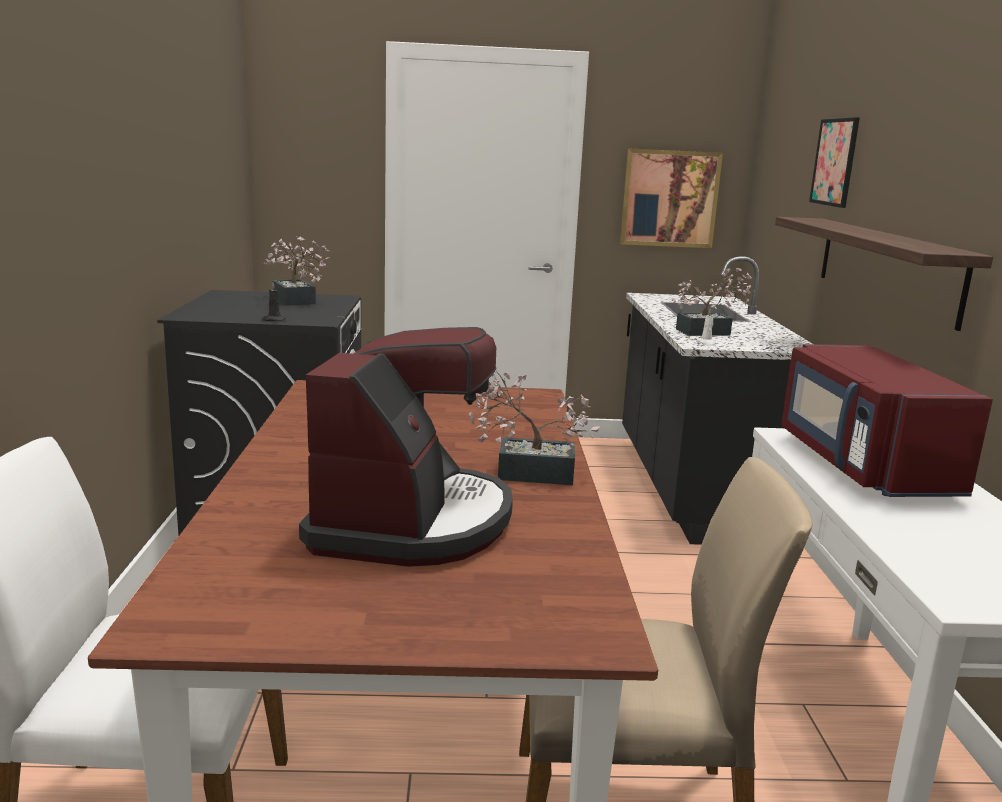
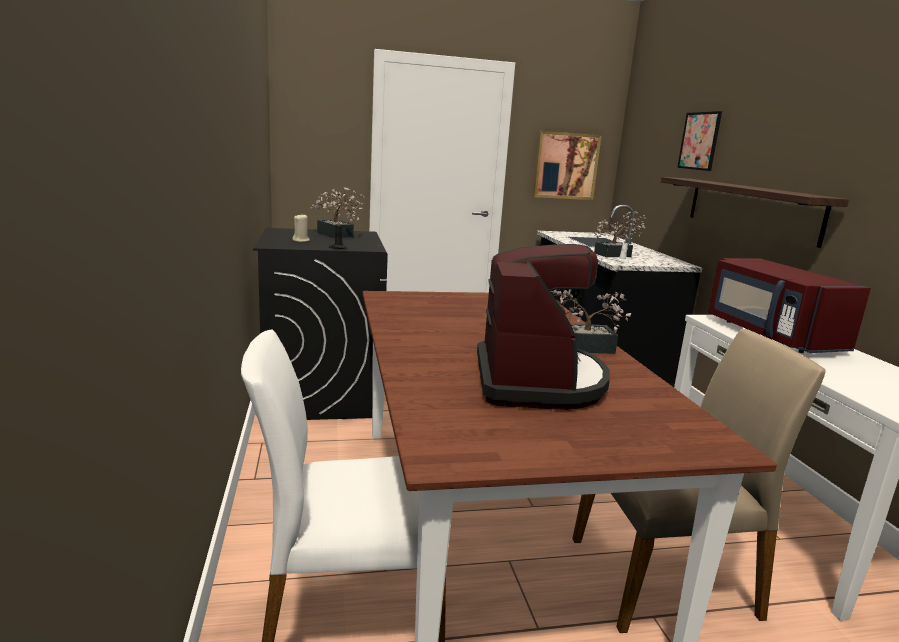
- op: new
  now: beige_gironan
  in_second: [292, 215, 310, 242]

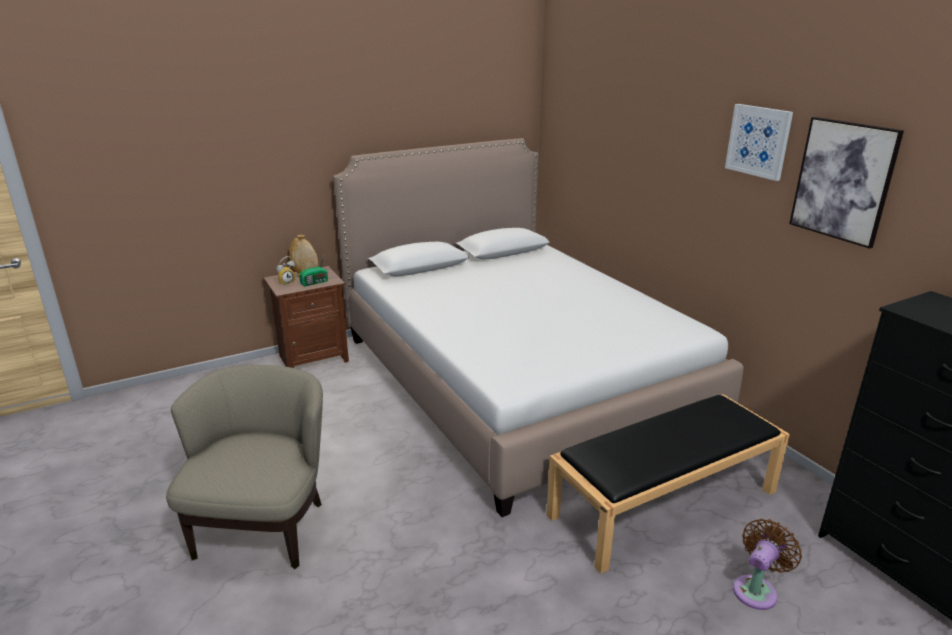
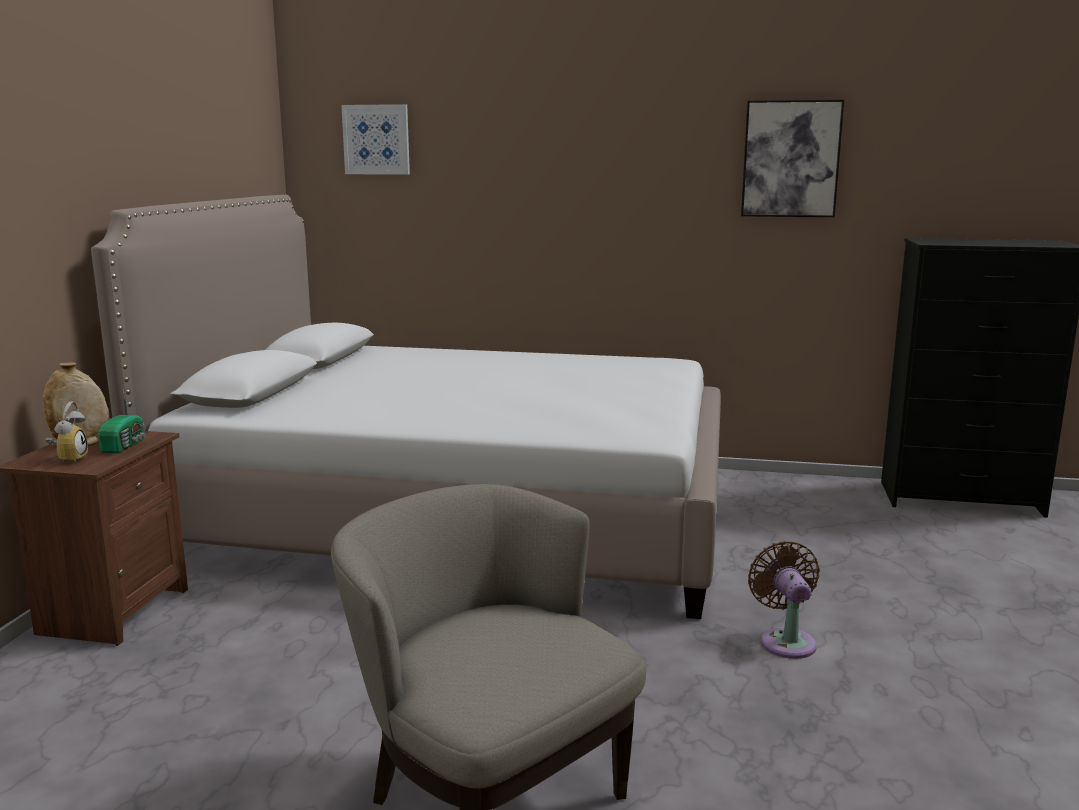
- op: shifted
  was: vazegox
  in_first: [725, 104, 793, 181]
  in_second: [341, 104, 410, 175]
- op: shifted
  was: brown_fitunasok
  in_first: [733, 519, 802, 610]
  in_second: [748, 541, 820, 659]
- op: gone
  was: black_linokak
  in_first: [546, 394, 790, 574]

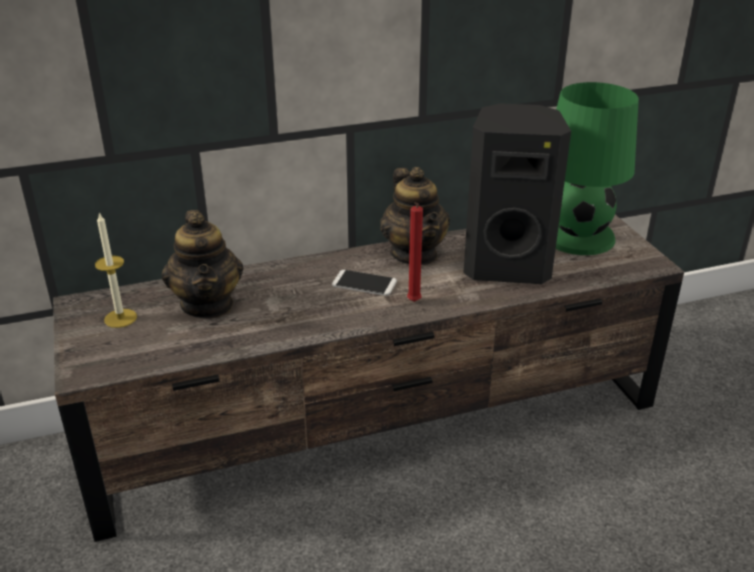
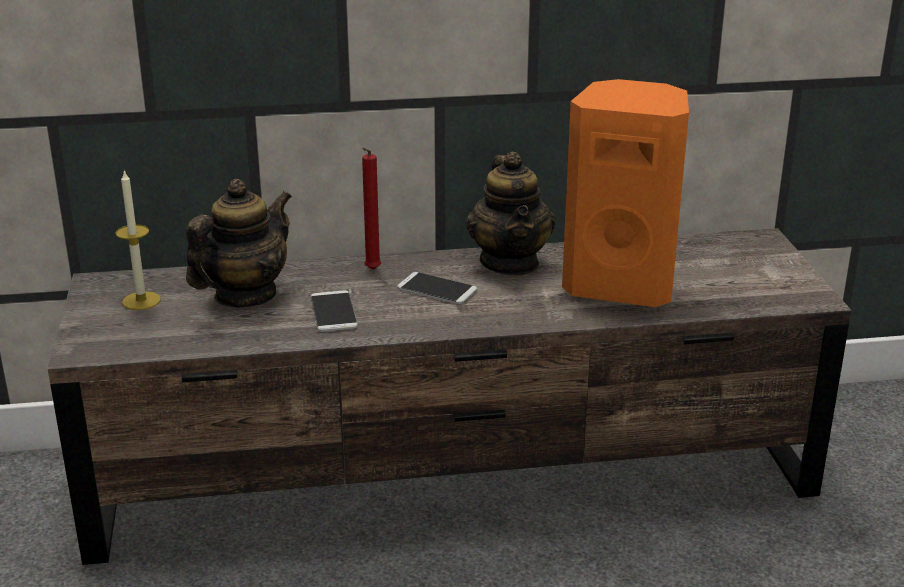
- op: rotated
  was: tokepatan
  in_first: [162, 210, 243, 319]
  in_second: [186, 179, 292, 307]
  clockwise: -135
- op: new
  now: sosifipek
  in_second: [311, 290, 358, 332]
- op: shifted
  was: red_gironan
  in_first: [407, 202, 423, 302]
  in_second: [362, 148, 381, 270]
- op: repainted
  was: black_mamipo
  now: orange_mamipo
  in_first: [463, 103, 571, 284]
  in_second: [562, 79, 689, 307]
- op: gone
  was: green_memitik
  in_first: [556, 82, 639, 255]

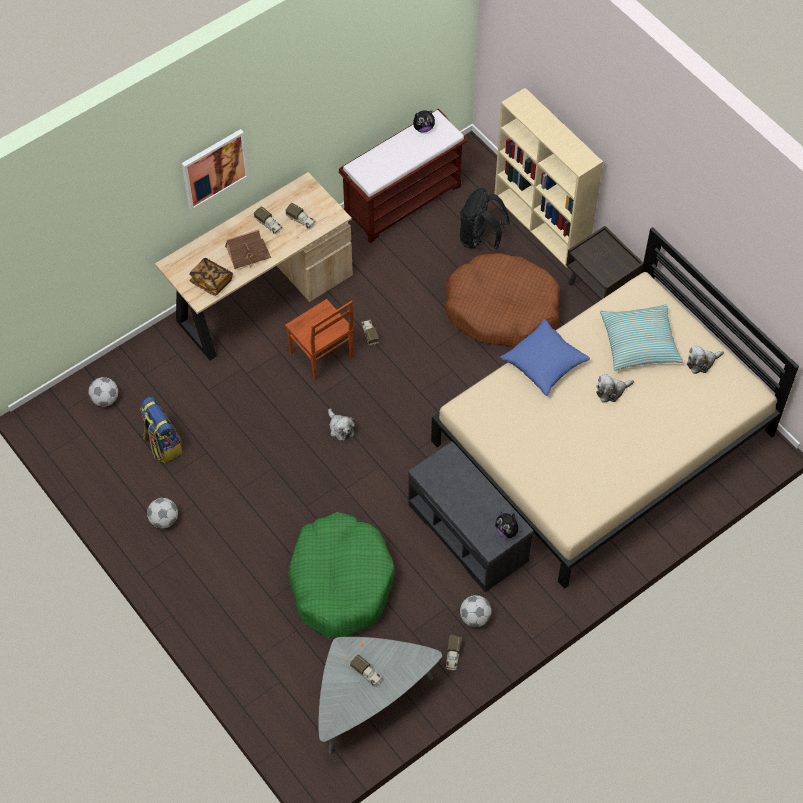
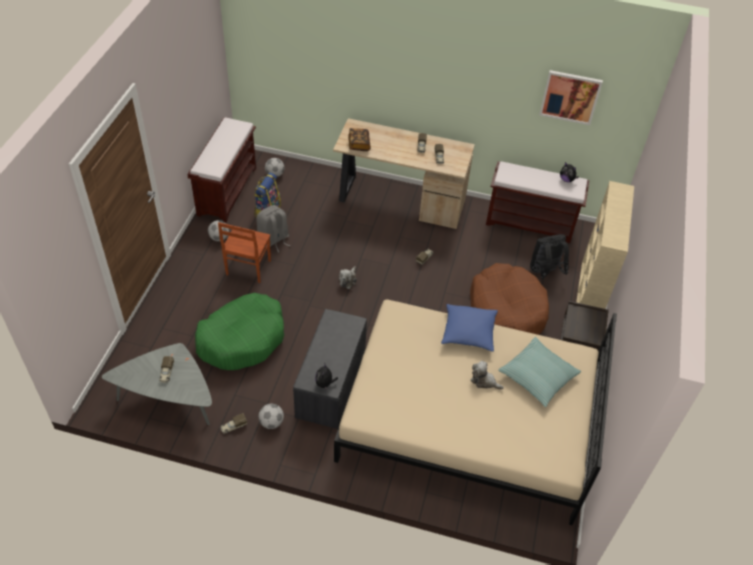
- op: new
  now: brown_linokak
  in_second: [187, 118, 256, 223]
- op: shifted
  was: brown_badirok
  in_first: [285, 299, 353, 381]
  in_second: [218, 222, 271, 283]
- op: new
  now: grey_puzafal
  in_second: [256, 205, 290, 253]
- op: shifted
  was: vazegox
  in_first: [182, 129, 249, 210]
  in_second: [539, 70, 603, 125]
- op: gone
  was: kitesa
  in_first: [225, 229, 271, 269]
- op: gone
  was: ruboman
  in_first: [687, 345, 724, 374]

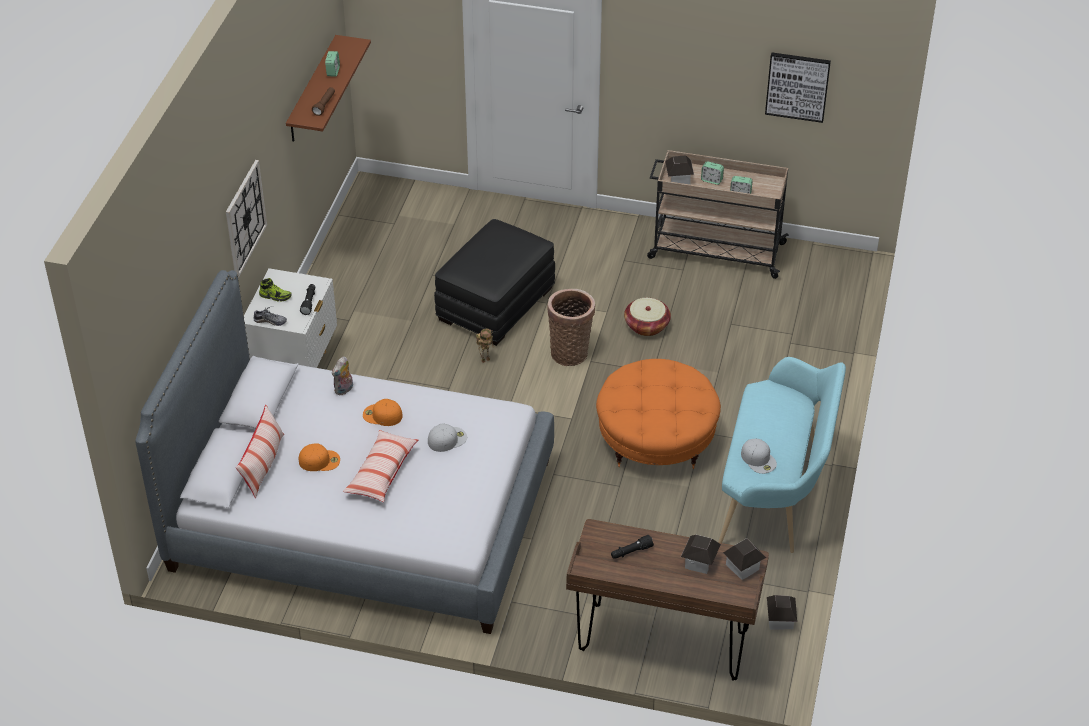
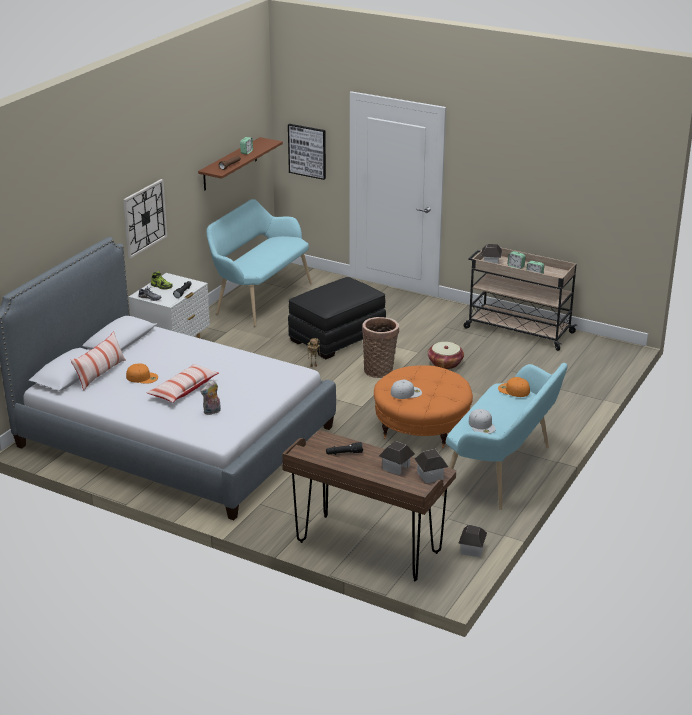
- op: shifted
  was: ruboman
  in_first: [332, 356, 353, 395]
  in_second: [200, 380, 221, 415]
- op: new
  now: turquoise_linokak
  in_second: [206, 199, 312, 327]
- op: shifted
  was: vazegox
  in_first: [765, 52, 831, 123]
  in_second: [288, 124, 326, 180]
- op: shifted
  was: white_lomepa
  in_first: [428, 424, 467, 452]
  in_second: [391, 380, 422, 399]
- op: shifted
  was: orange_lomepa
  in_first: [363, 399, 403, 426]
  in_second: [498, 377, 530, 397]

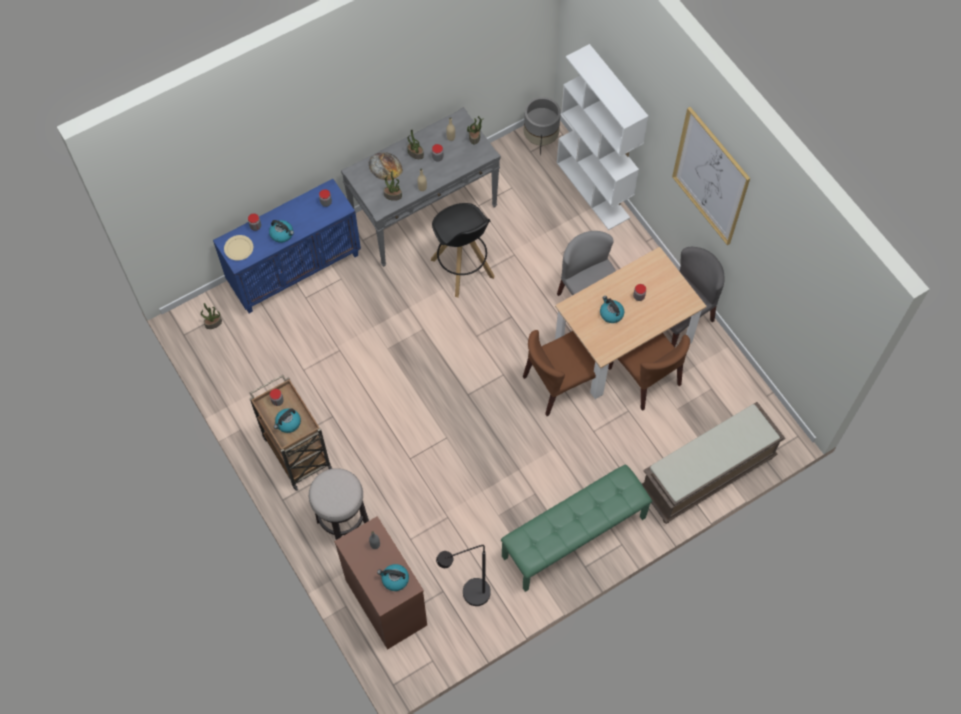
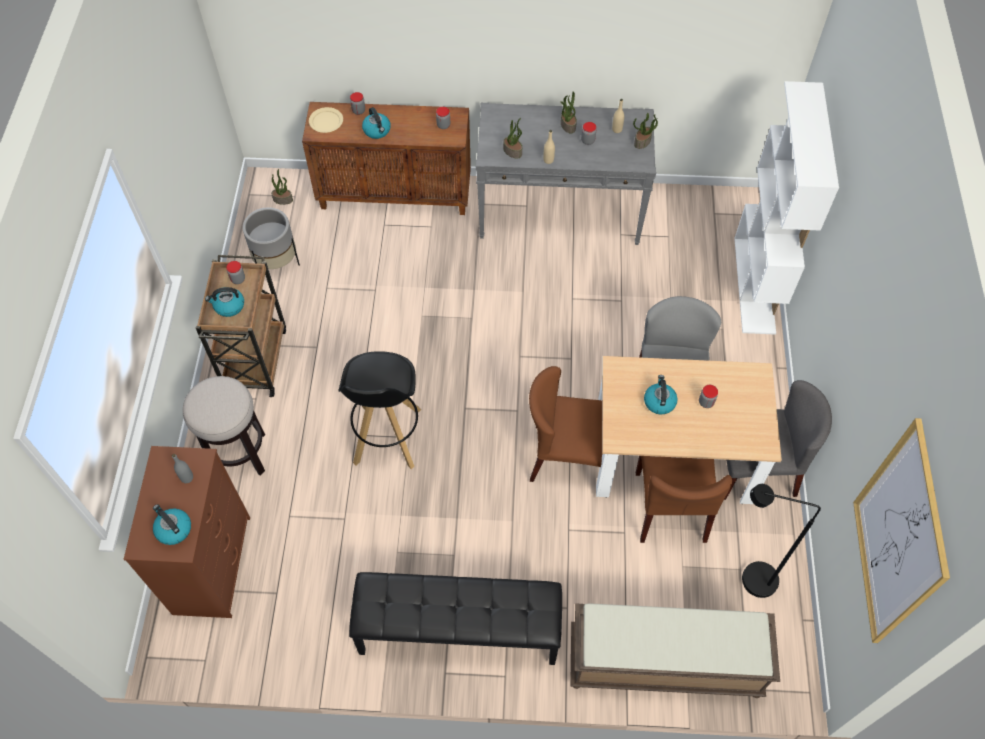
- op: shifted
  was: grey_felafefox
  in_first: [524, 97, 561, 155]
  in_second: [243, 207, 300, 269]
- op: repainted
  was: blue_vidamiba
  now: brown_vidamiba
  in_first: [213, 179, 361, 313]
  in_second: [302, 102, 471, 215]
- op: shifted
  was: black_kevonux
  in_first: [431, 203, 494, 297]
  in_second: [338, 351, 421, 469]
- op: repainted
  was: green_linokak
  now: black_linokak
  in_first: [501, 464, 652, 592]
  in_second: [349, 572, 562, 665]
- op: shifted
  was: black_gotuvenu
  in_first: [436, 545, 491, 606]
  in_second: [742, 484, 821, 598]
- op: shifted
  was: vazegox
  in_first: [672, 107, 750, 245]
  in_second: [853, 418, 950, 643]
- op: gone
  was: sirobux
  in_first: [368, 152, 403, 181]

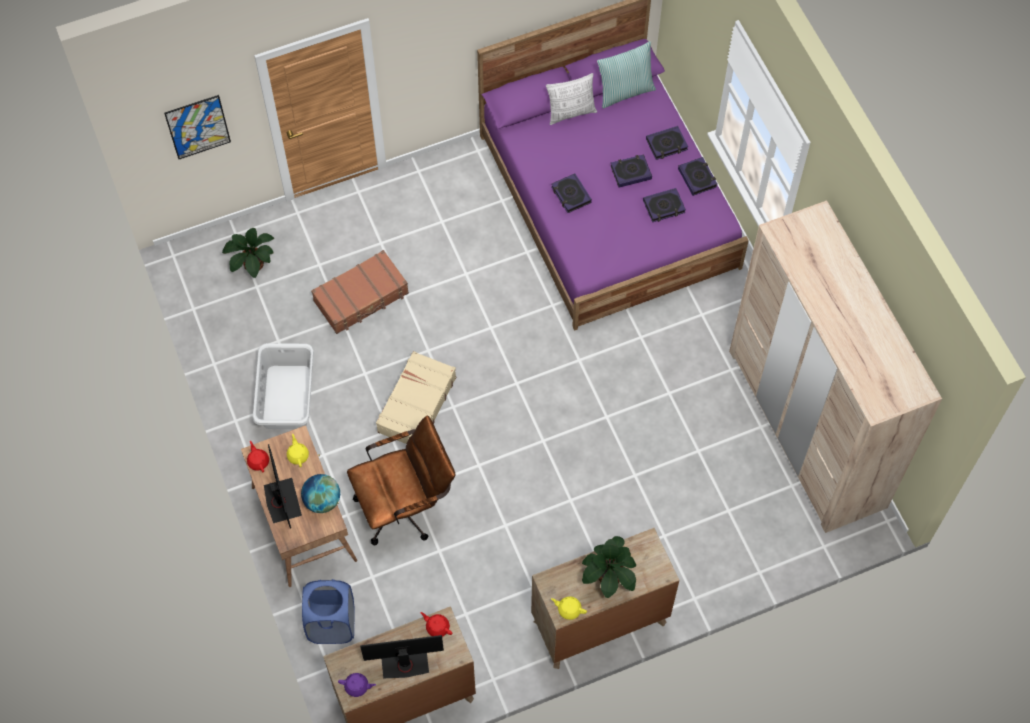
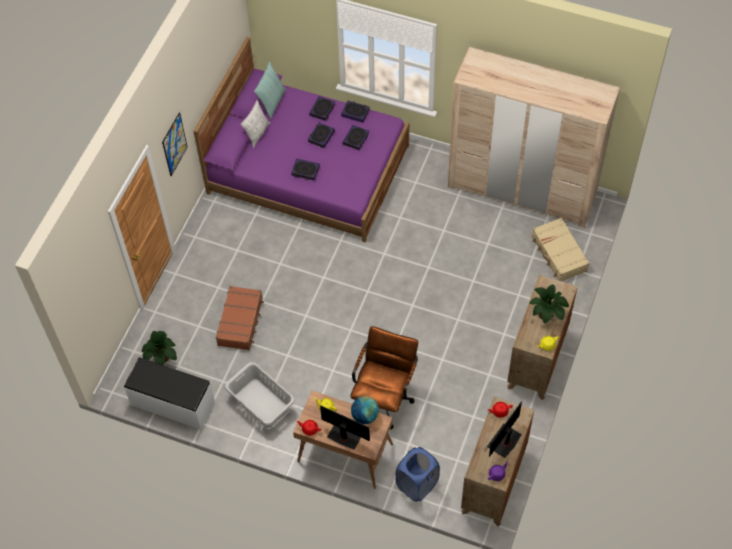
- op: new
  now: white_linokak
  in_second: [124, 358, 215, 430]
- op: shifted
  was: vazegox
  in_first: [164, 95, 231, 159]
  in_second: [162, 113, 188, 176]
- op: shifted
  was: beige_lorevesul
  in_first: [376, 351, 456, 444]
  in_second: [532, 218, 590, 281]

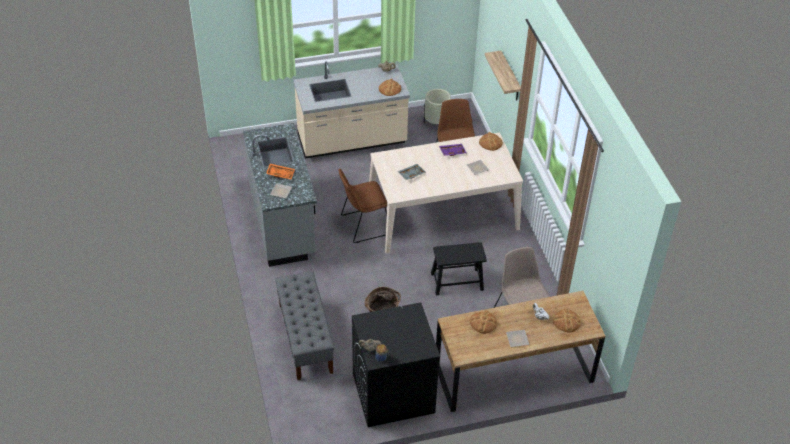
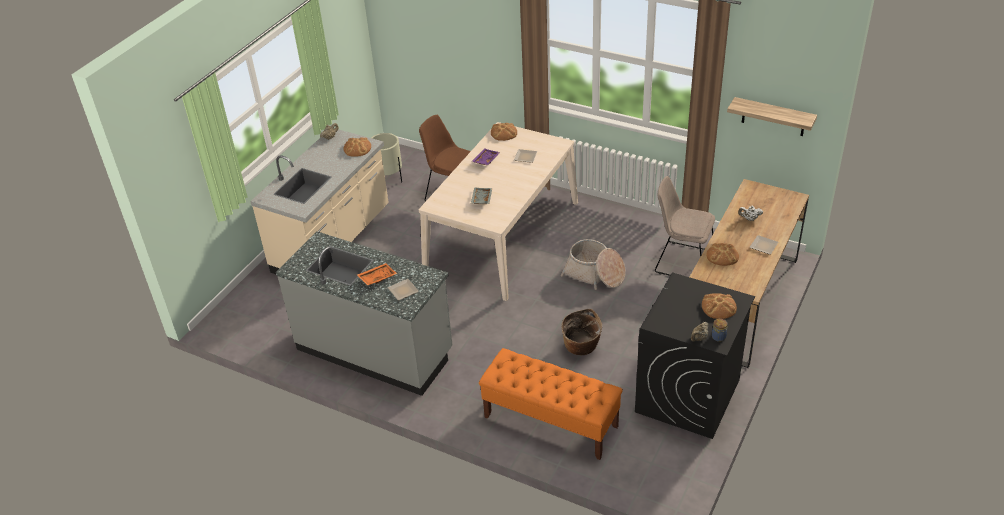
- op: repainted
  was: grey_linokak
  now: orange_linokak
  in_first: [275, 271, 334, 380]
  in_second: [479, 348, 623, 460]
- op: swapped
  was: black_kevonux
  now: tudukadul
  in_first: [431, 242, 487, 295]
  in_second: [561, 239, 626, 290]
- op: shifted
  was: sirobux
  in_first: [553, 308, 581, 333]
  in_second: [702, 293, 737, 319]
- op: shifted
  was: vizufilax
  in_first: [485, 51, 521, 100]
  in_second: [727, 97, 817, 136]
- op: gone
  was: brown_badirok
  in_first: [339, 169, 387, 243]

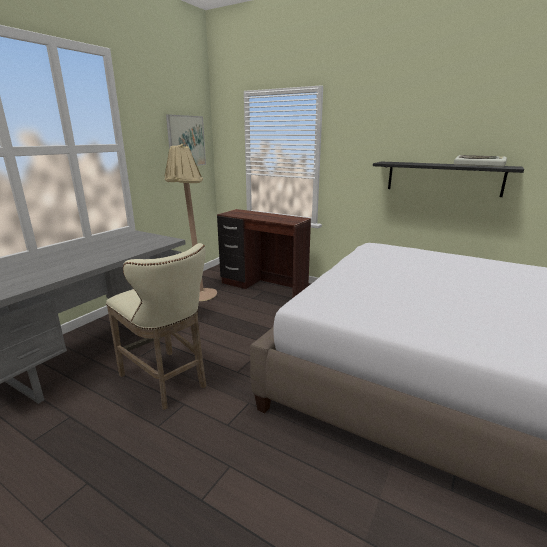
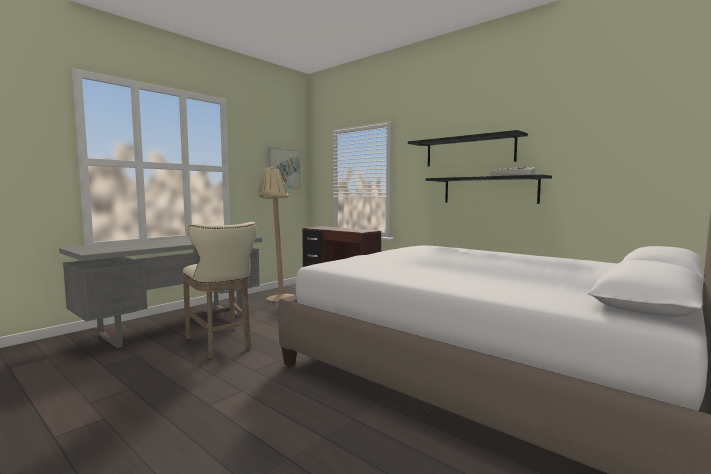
- op: new
  now: black_vizufilax
  in_second: [408, 130, 528, 166]

